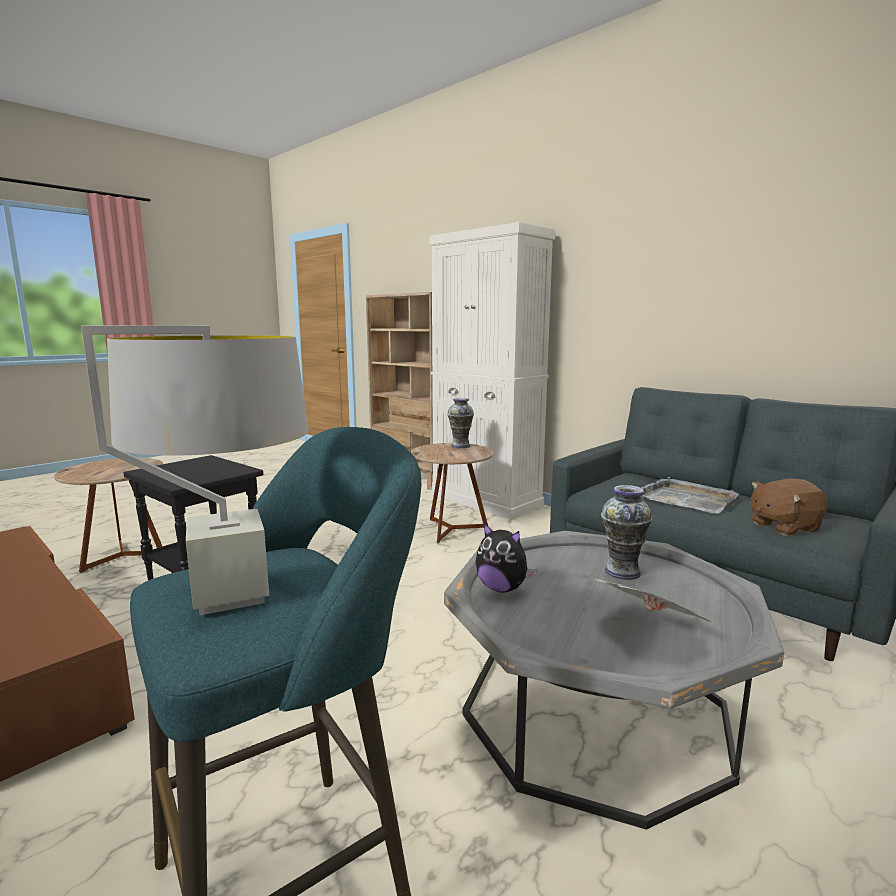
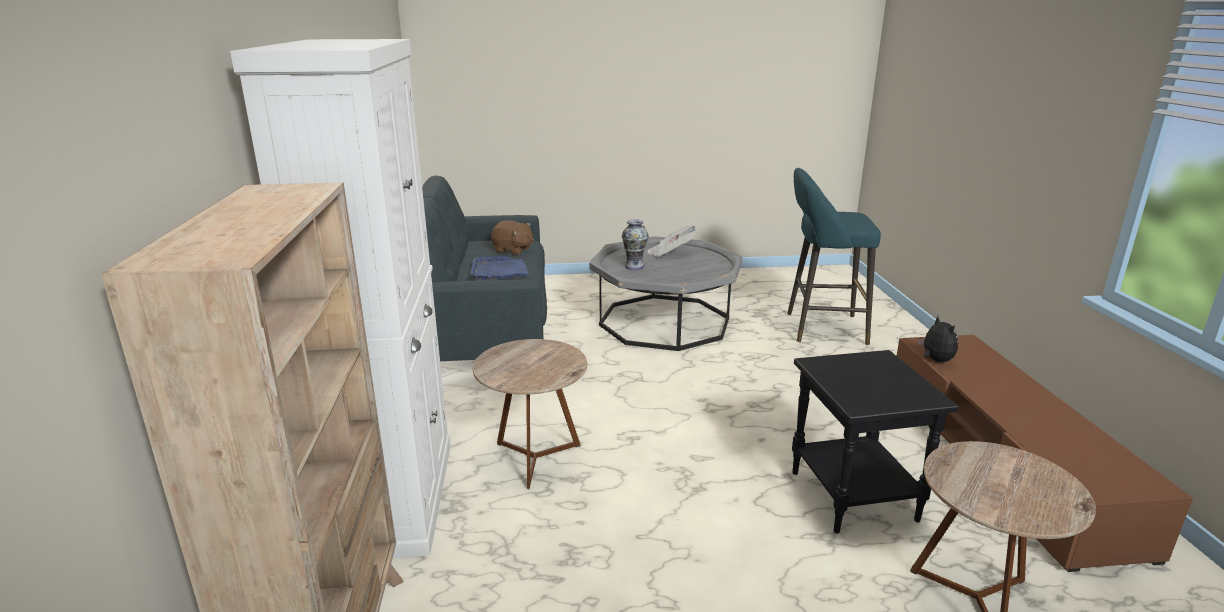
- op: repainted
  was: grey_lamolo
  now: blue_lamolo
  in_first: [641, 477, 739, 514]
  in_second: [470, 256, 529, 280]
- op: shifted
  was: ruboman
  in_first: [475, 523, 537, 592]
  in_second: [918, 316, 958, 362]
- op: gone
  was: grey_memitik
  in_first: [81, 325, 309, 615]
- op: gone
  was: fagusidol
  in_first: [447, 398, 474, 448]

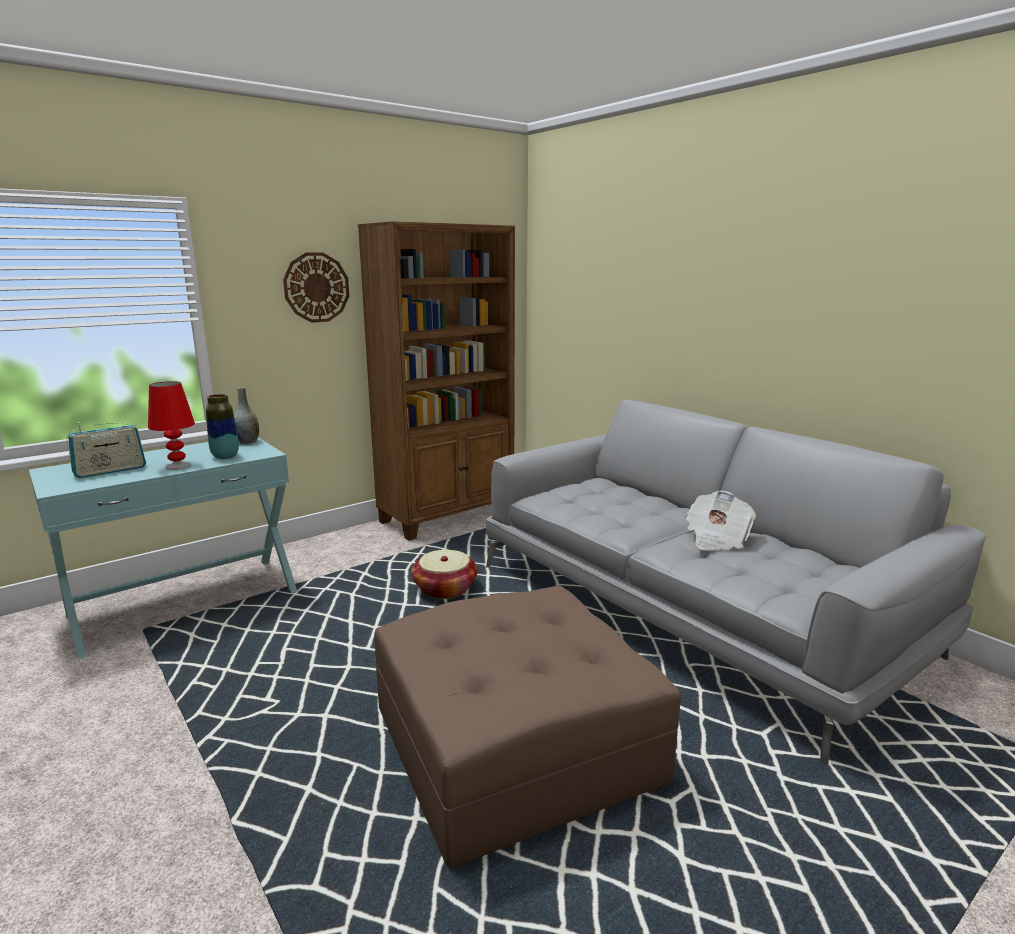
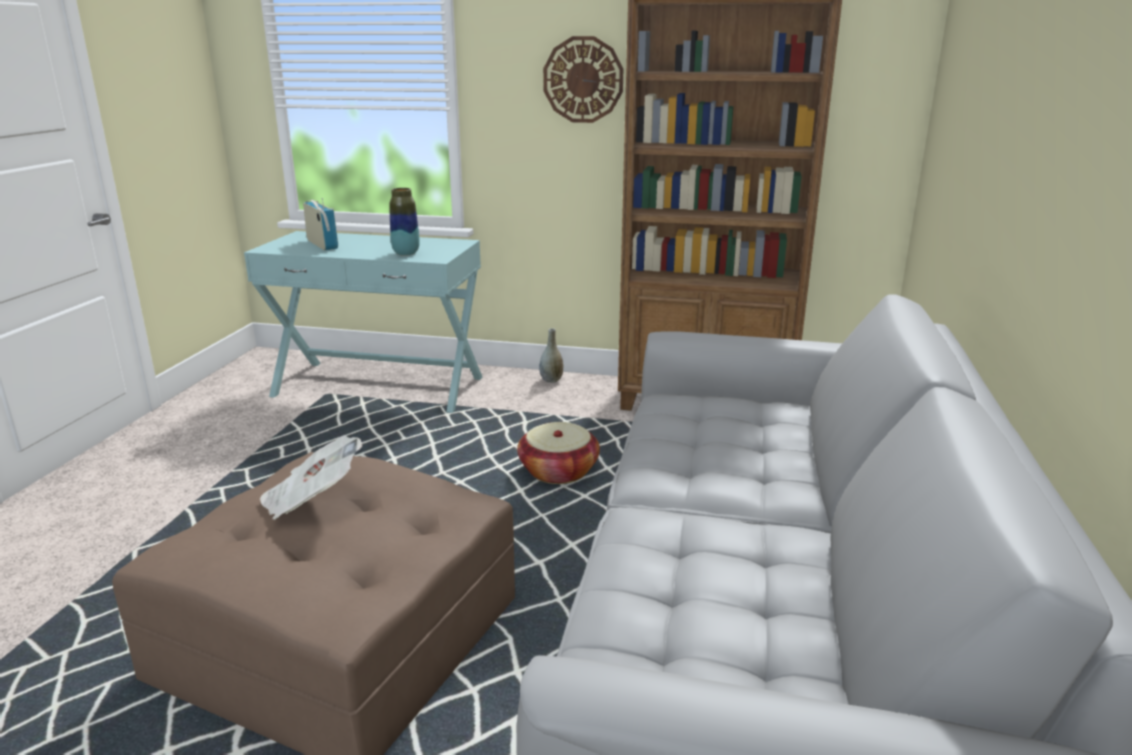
- op: shifted
  was: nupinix
  in_first: [685, 490, 756, 551]
  in_second: [260, 435, 362, 520]
- op: rotated
  was: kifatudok
  in_first: [67, 422, 146, 478]
  in_second: [303, 198, 338, 250]
  clockwise: -135
- op: shifted
  was: grey_fagusidol
  in_first: [234, 387, 259, 444]
  in_second: [539, 328, 563, 383]
- op: gone
  was: red_memitik
  in_first: [148, 381, 195, 470]

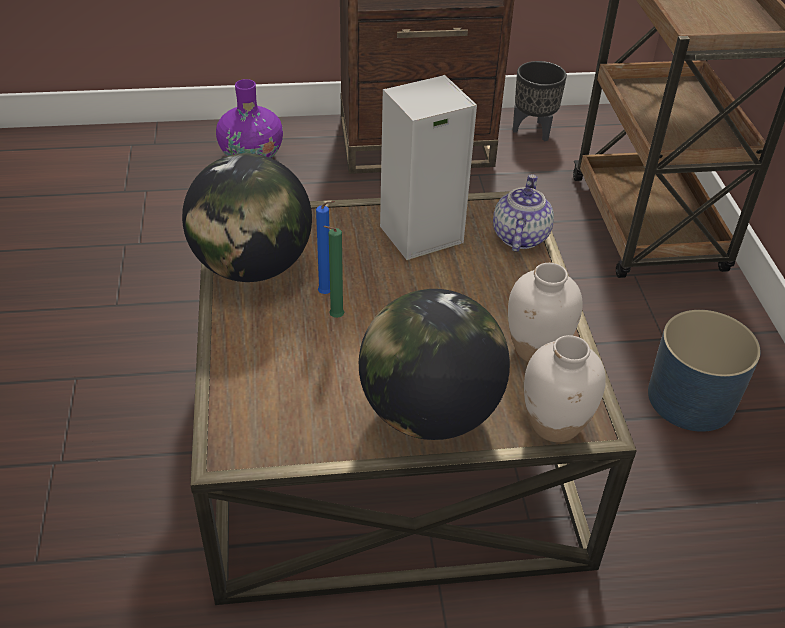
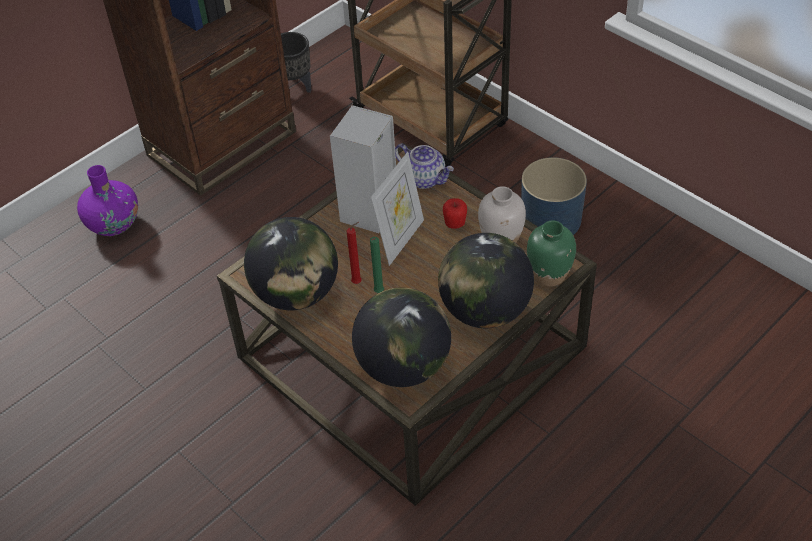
- op: repainted
  was: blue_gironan
  now: red_gironan
  in_first: [316, 201, 335, 294]
  in_second: [347, 222, 362, 284]
- op: new
  now: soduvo
  in_second: [352, 288, 451, 387]
- op: new
  now: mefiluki
  in_second: [370, 152, 424, 266]
- op: rotated
  was: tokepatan
  in_first: [493, 174, 554, 252]
  in_second: [395, 144, 454, 189]
  clockwise: 150
- op: new
  now: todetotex
  in_second: [443, 198, 467, 229]
- op: repainted
  was: white_fagusidol
  now: green_fagusidol
  in_first: [524, 335, 606, 442]
  in_second: [527, 221, 576, 287]

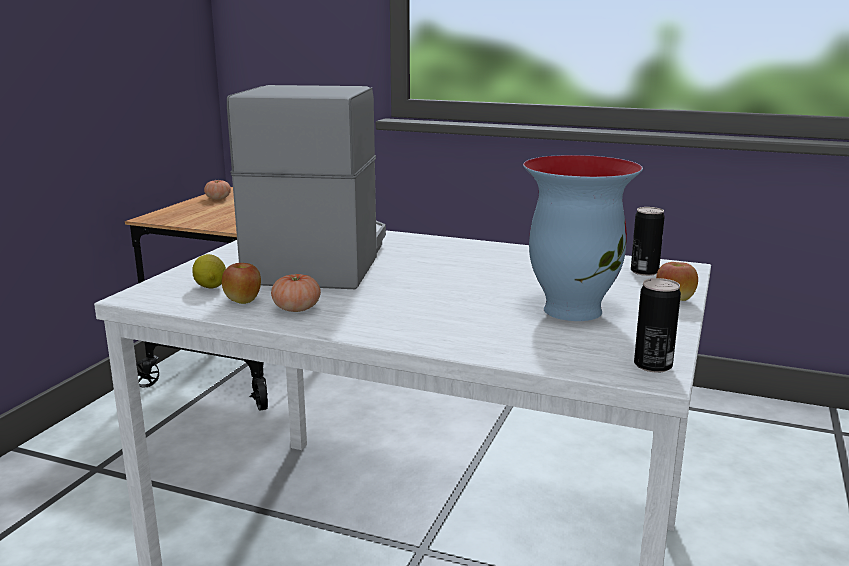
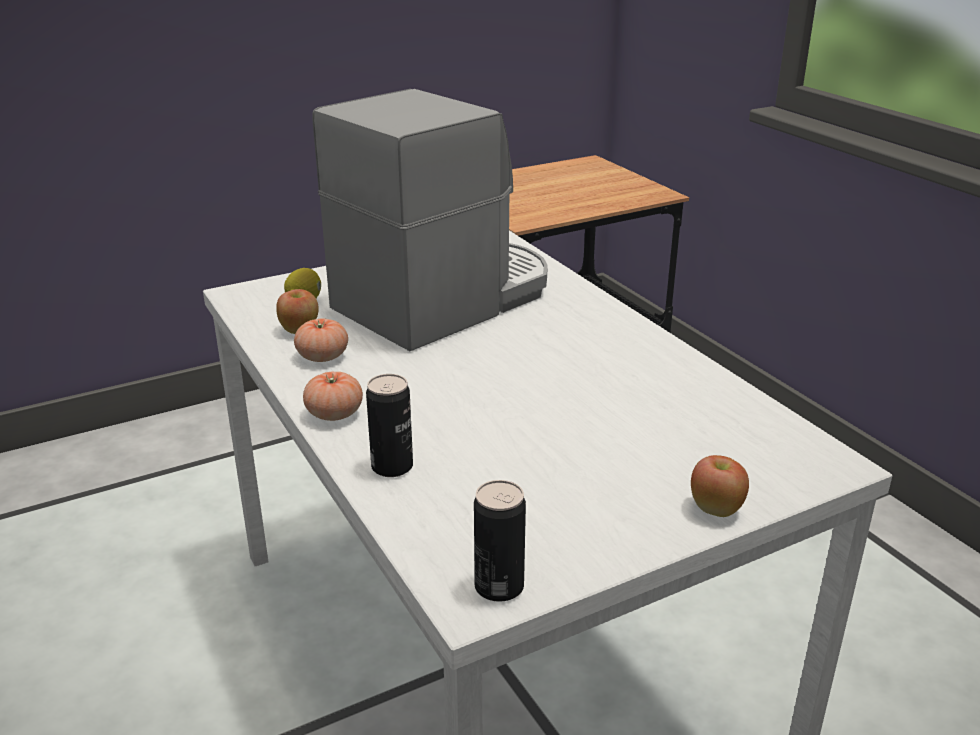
- op: shifted
  was: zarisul
  in_first: [204, 180, 231, 200]
  in_second: [303, 372, 363, 421]
- op: shifted
  was: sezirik
  in_first: [631, 207, 665, 276]
  in_second: [366, 374, 413, 477]
- op: gone
  was: fagusidol
  in_first: [523, 155, 643, 321]

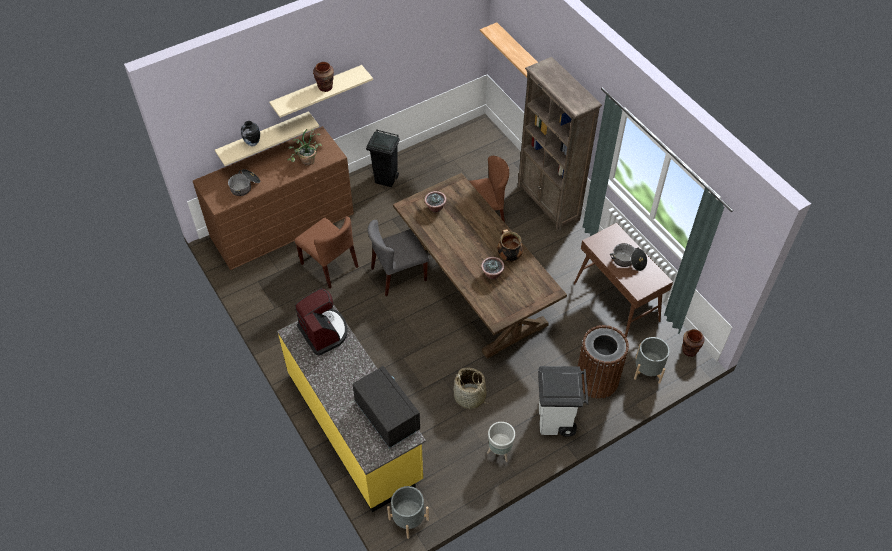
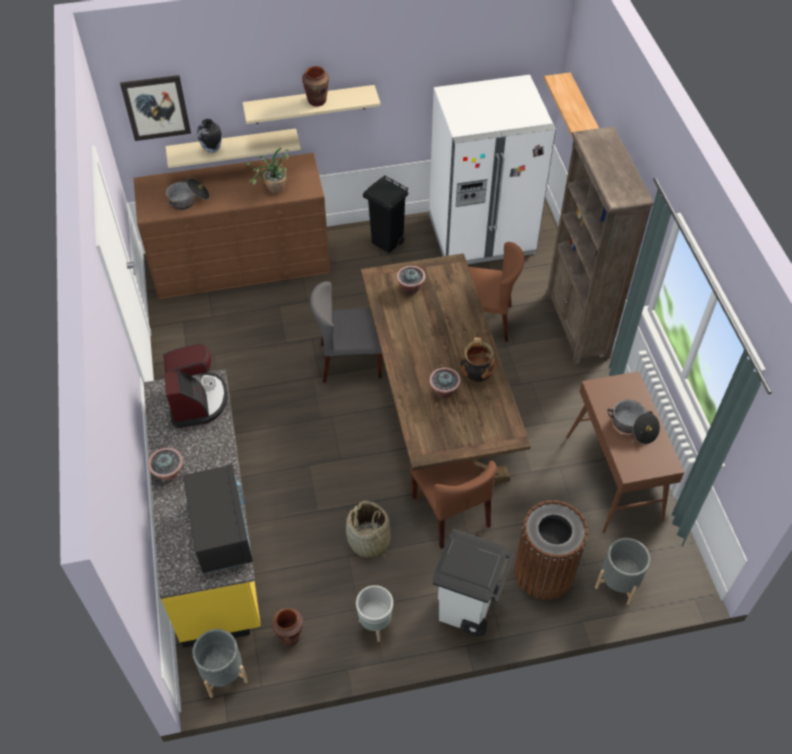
- op: new
  now: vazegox
  in_second: [120, 75, 191, 141]
- op: new
  now: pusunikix
  in_second: [148, 448, 183, 481]
- op: shifted
  was: brown_fagusidol
  in_first: [682, 329, 704, 357]
  in_second: [272, 608, 303, 646]
- op: shifted
  was: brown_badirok
  in_first: [295, 216, 359, 289]
  in_second: [410, 460, 496, 549]
- op: new
  now: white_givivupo
  in_second: [429, 75, 556, 264]

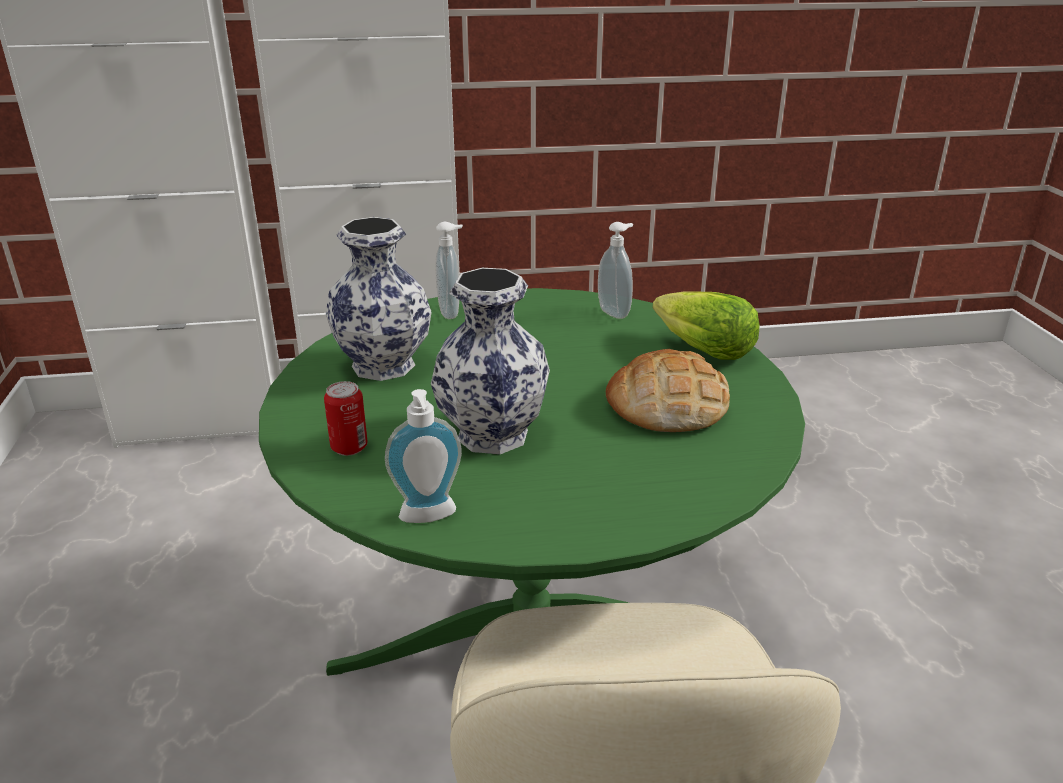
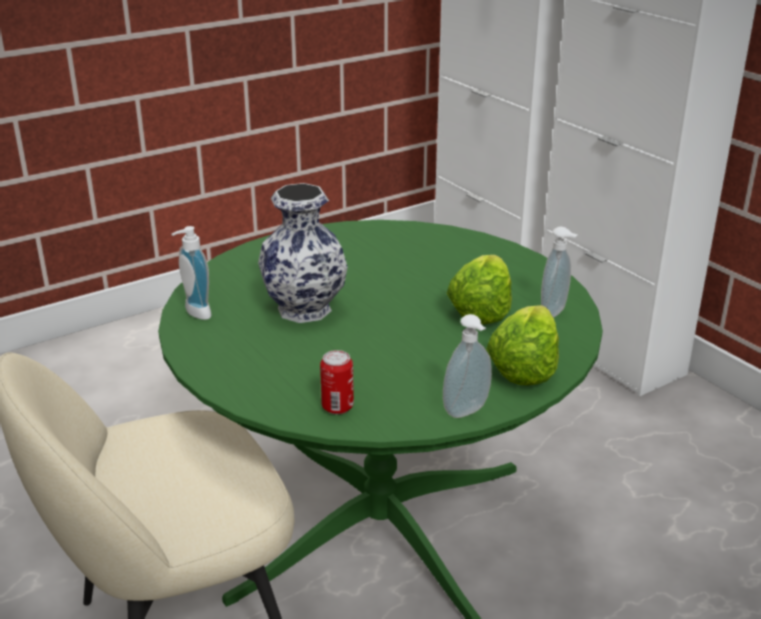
- op: shifted
  was: sezirik
  in_first: [324, 381, 367, 456]
  in_second: [320, 350, 354, 414]
- op: shifted
  was: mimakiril
  in_first: [435, 222, 463, 319]
  in_second: [443, 314, 492, 418]
- op: new
  now: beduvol
  in_second: [446, 255, 512, 324]
- op: gone
  was: fagusidol
  in_first: [326, 217, 432, 381]
- op: gone
  was: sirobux
  in_first: [606, 349, 730, 432]

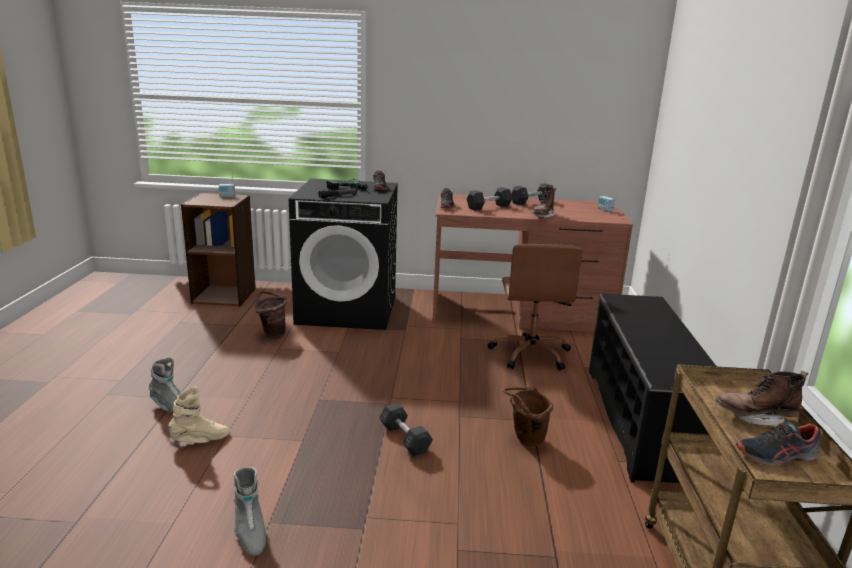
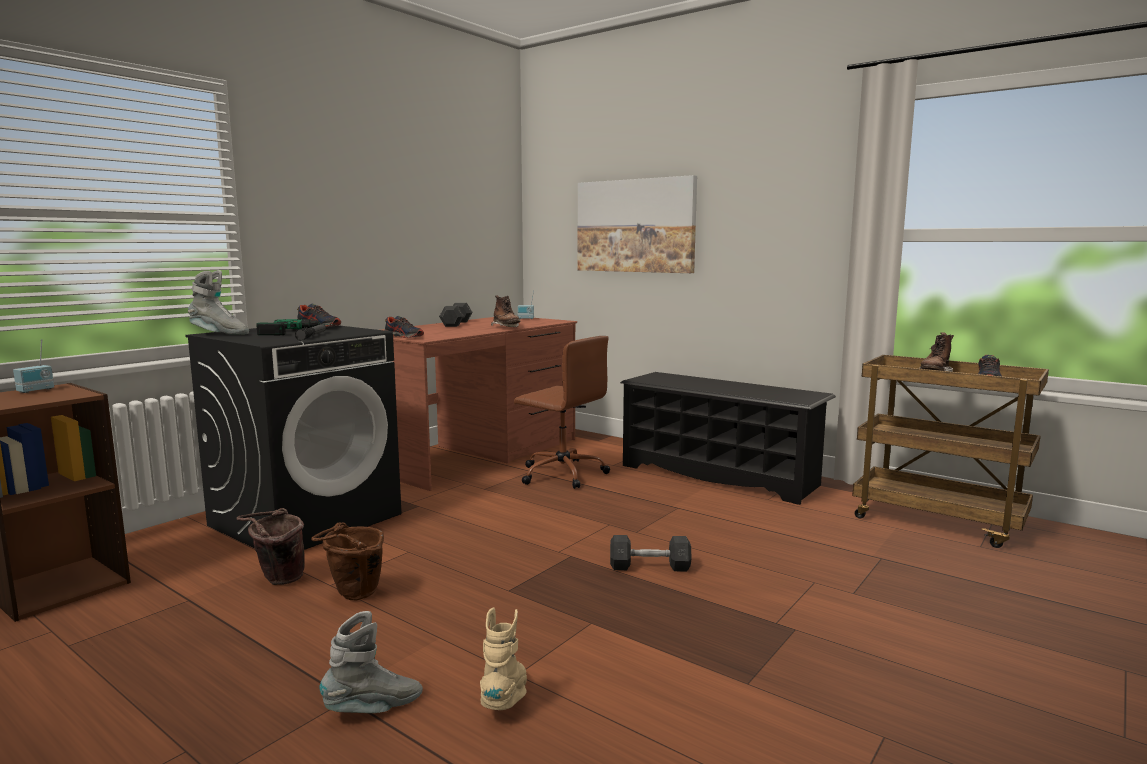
- op: shifted
  was: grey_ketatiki
  in_first: [233, 467, 266, 556]
  in_second: [188, 270, 249, 335]
- op: shifted
  was: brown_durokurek
  in_first: [503, 386, 553, 446]
  in_second: [311, 522, 384, 600]
- op: new
  now: vazegox
  in_second: [578, 175, 697, 273]
- op: gone
  was: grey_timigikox
  in_first: [467, 187, 512, 211]

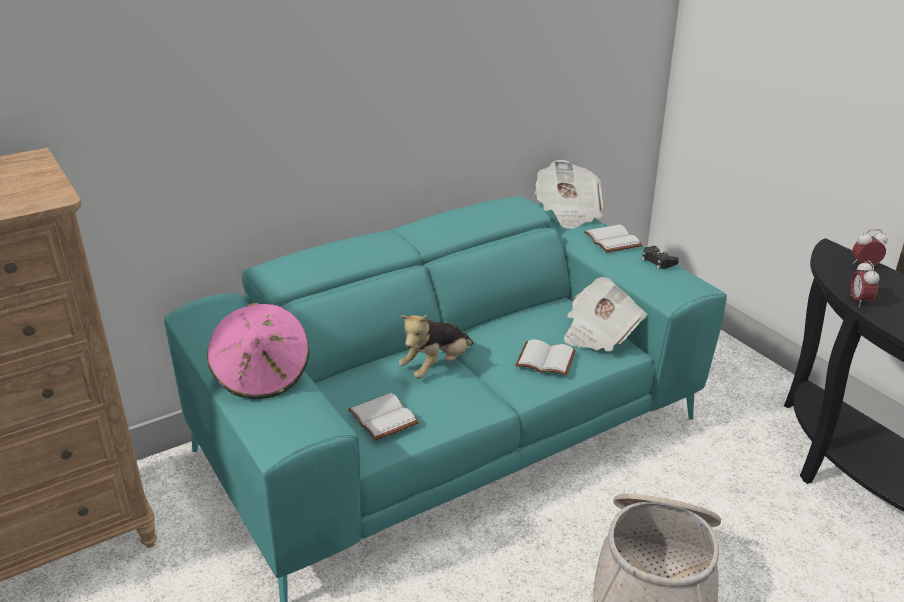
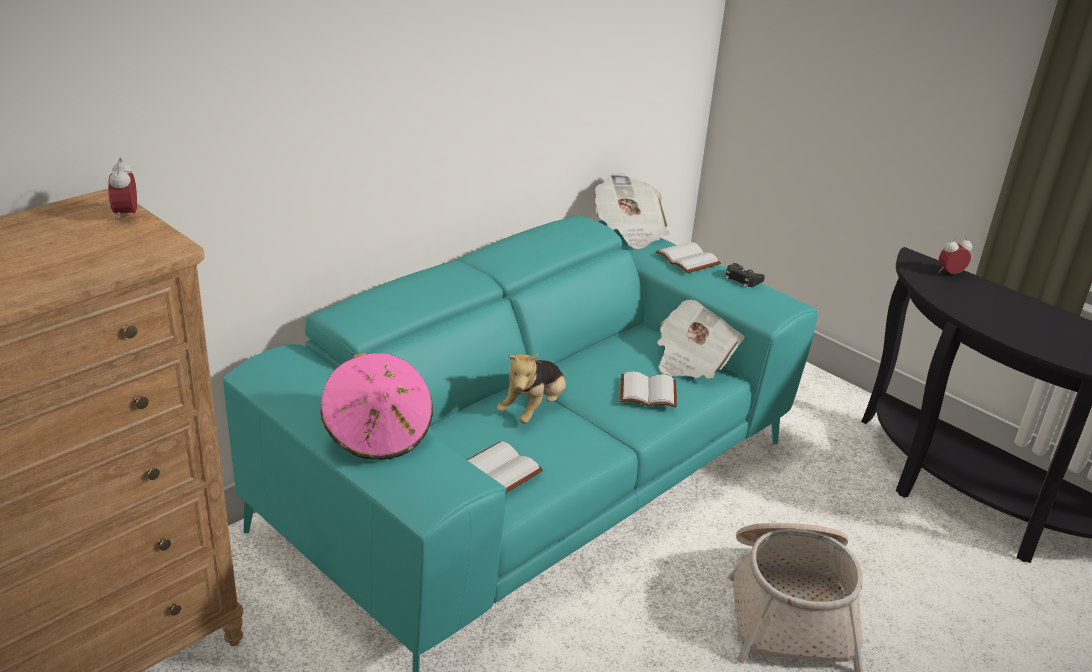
- op: shifted
  was: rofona
  in_first: [850, 260, 880, 307]
  in_second: [108, 157, 137, 223]

